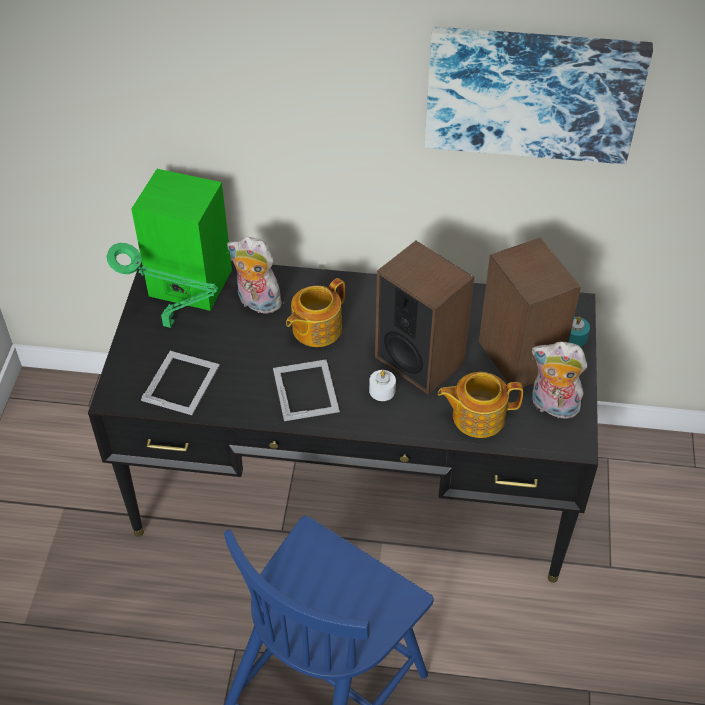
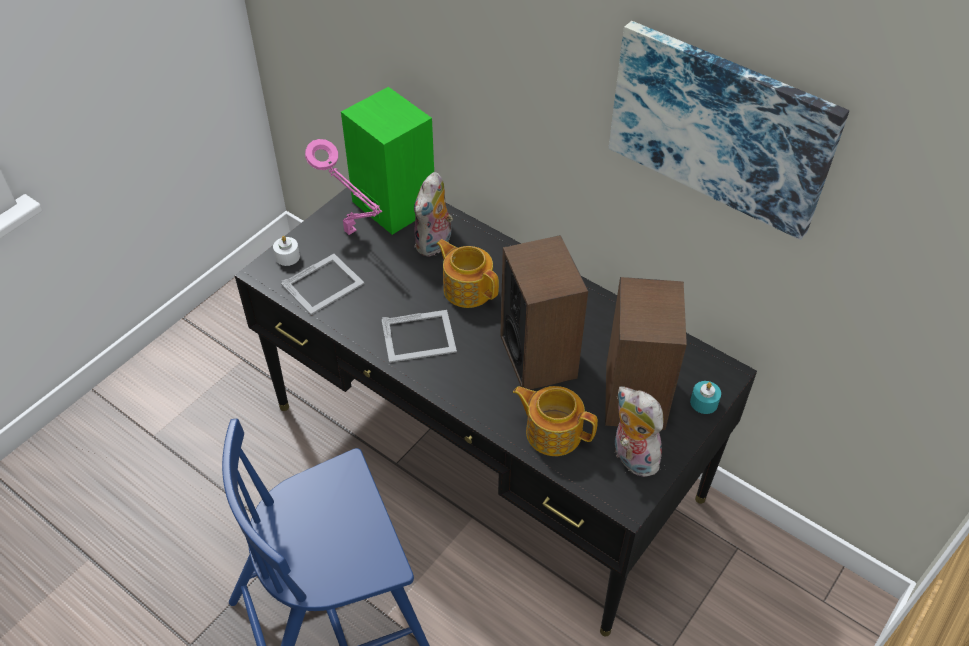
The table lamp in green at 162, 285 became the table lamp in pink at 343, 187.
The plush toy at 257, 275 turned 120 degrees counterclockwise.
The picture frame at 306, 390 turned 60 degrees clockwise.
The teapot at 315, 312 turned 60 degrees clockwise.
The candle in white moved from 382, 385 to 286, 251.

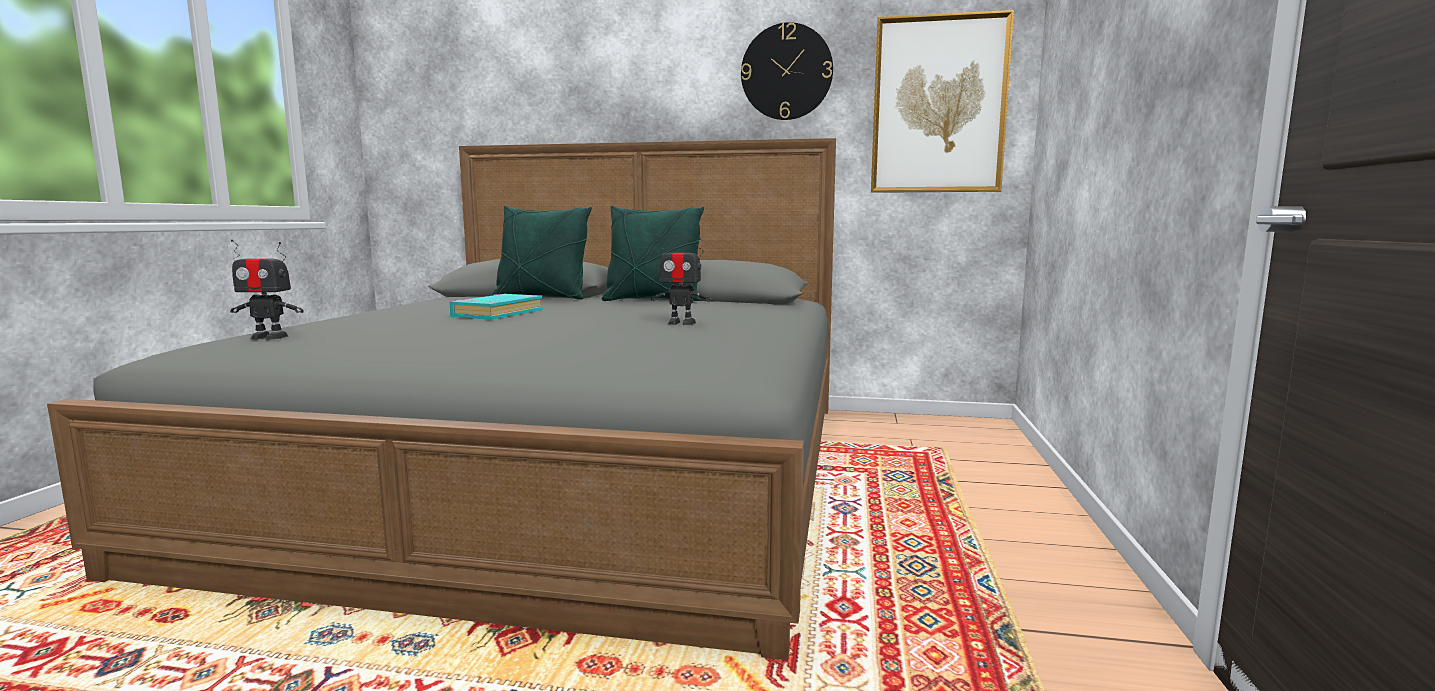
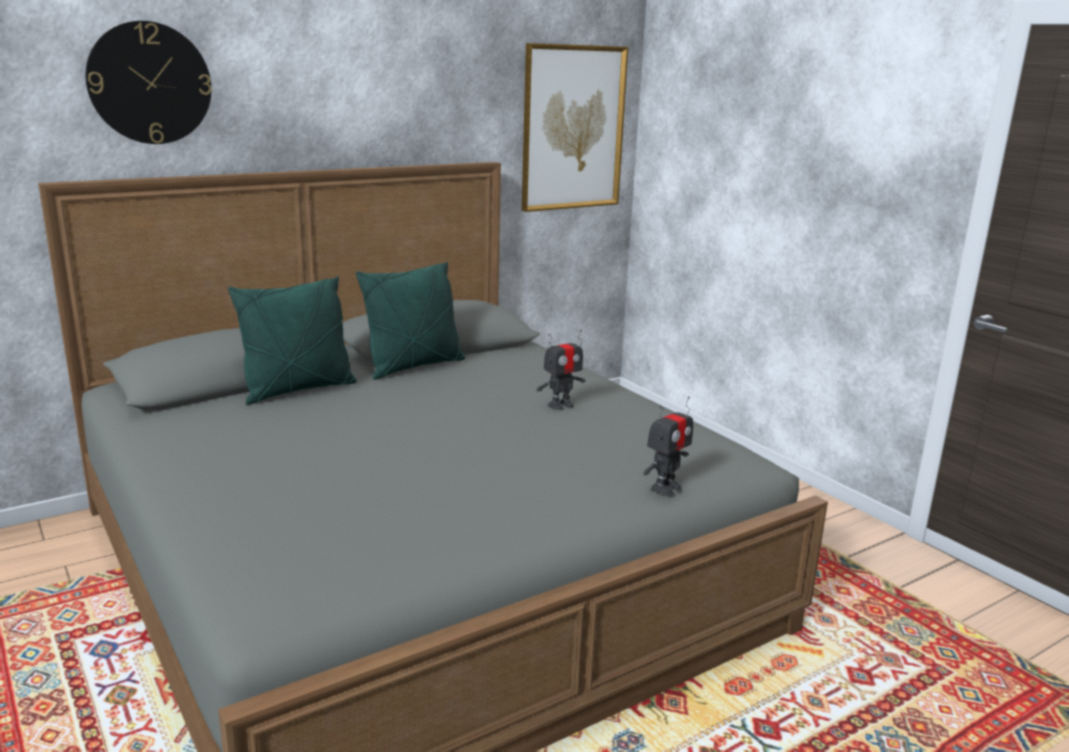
The toy robot moved from 266, 289 to 668, 445.
The book in turquoise at 496, 307 disappeared.
The wall clock moved from 787, 71 to 149, 82.

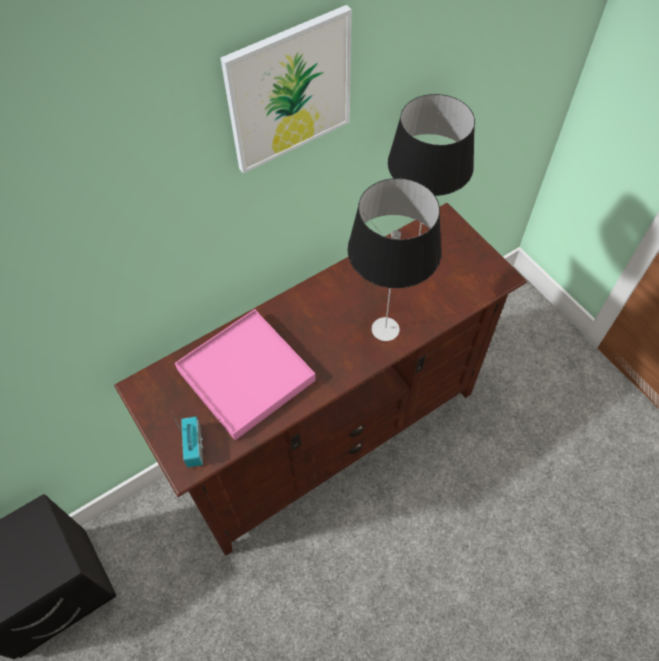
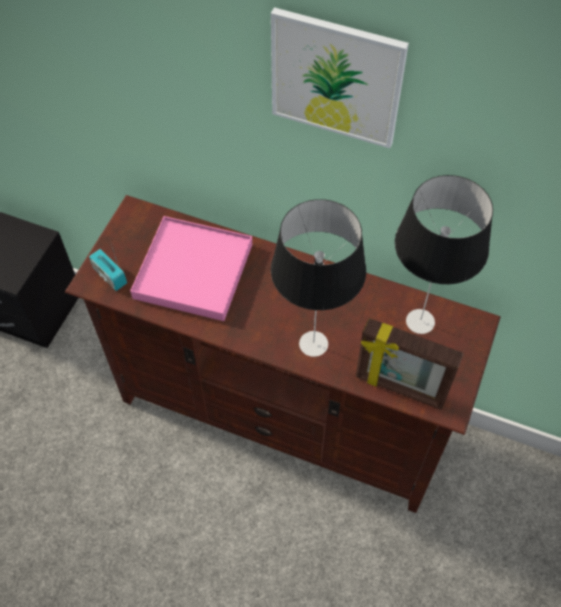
The radio at 188, 442 turned 90 degrees clockwise.
The picture frame at 409, 364 appeared.

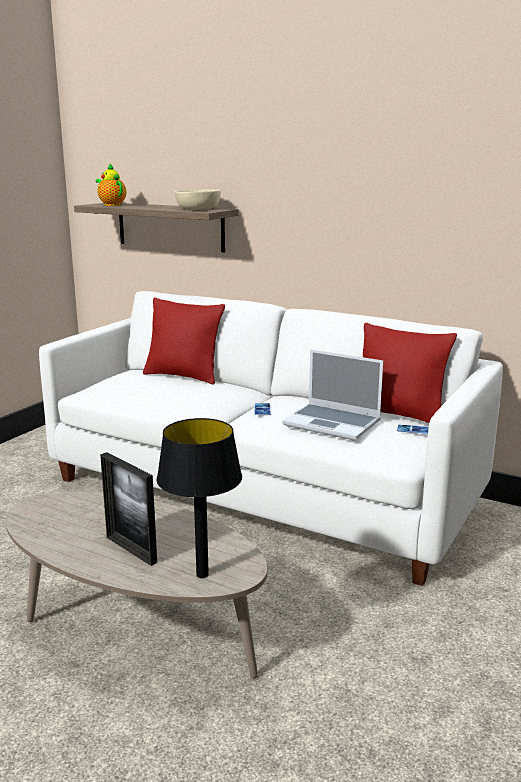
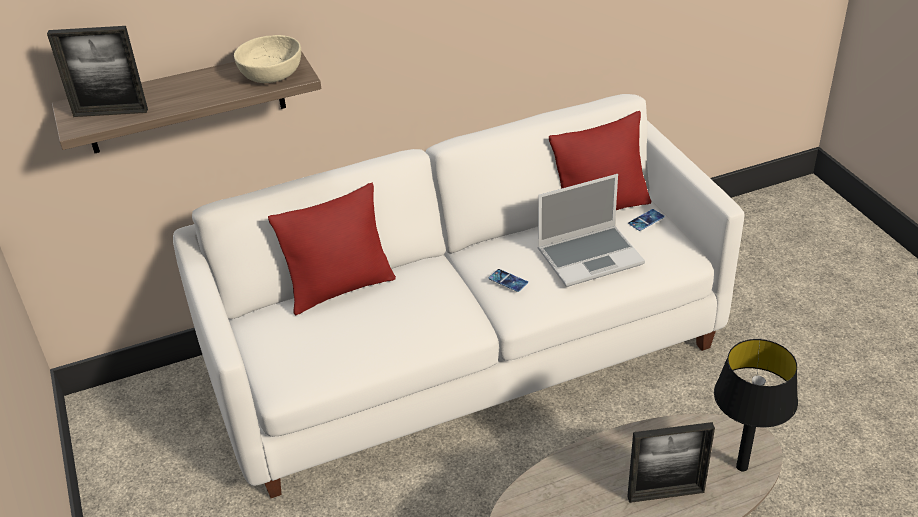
The teapot at 110, 185 was replaced by the picture frame at 97, 71.

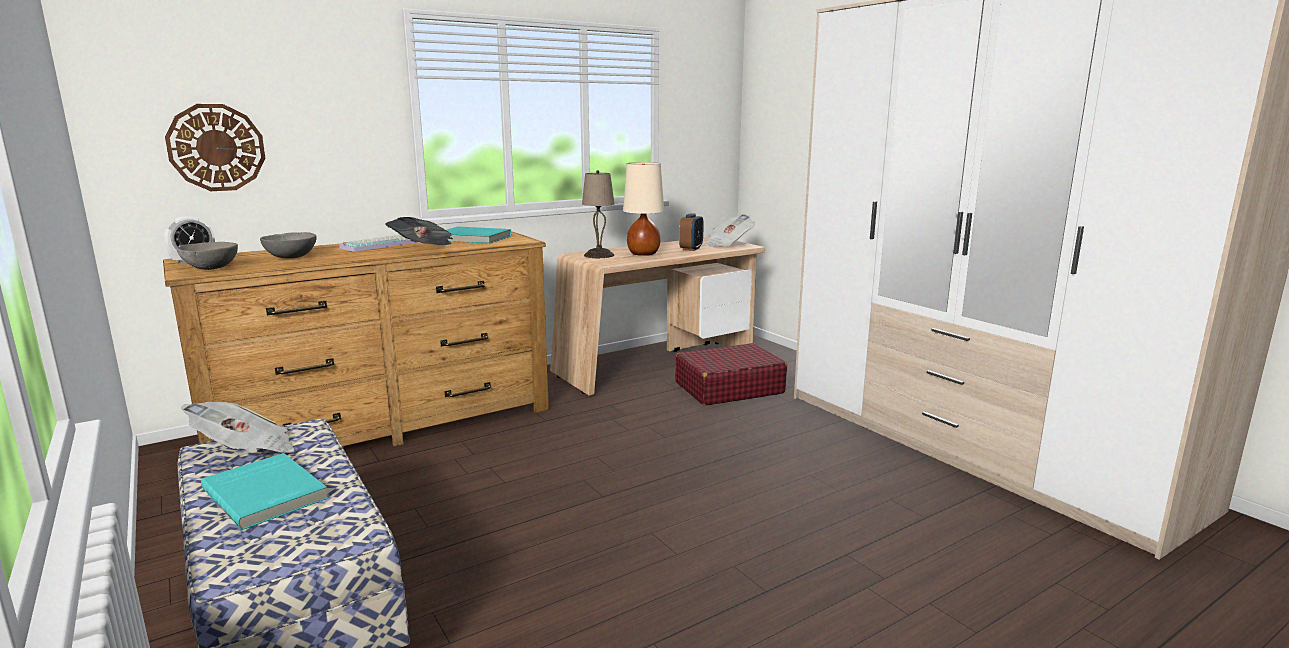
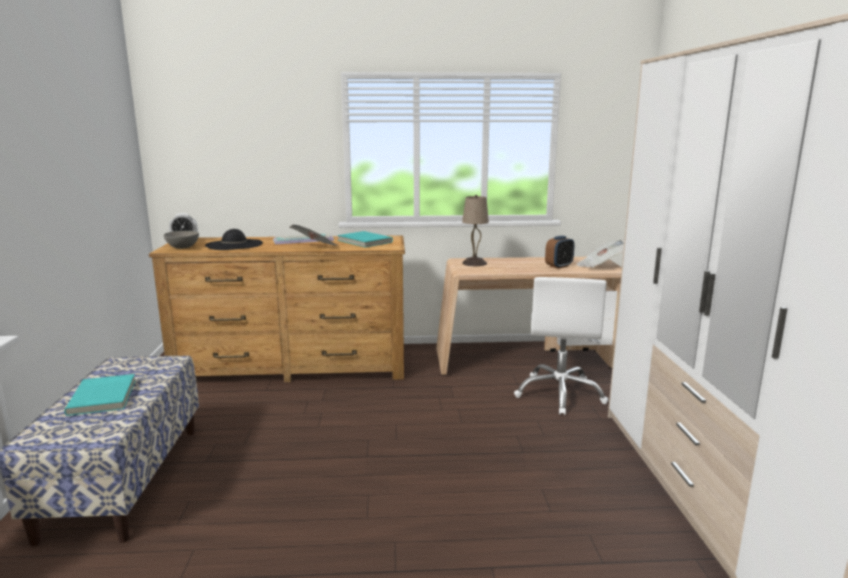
The wall clock at 215, 147 disappeared.
The newspaper at 238, 427 disappeared.
The bowl in grey at 288, 245 was replaced by the hat in black at 234, 239.
The table lamp in beige at 643, 209 disappeared.
The suitcase in red at 731, 374 was replaced by the office chair in white at 561, 346.

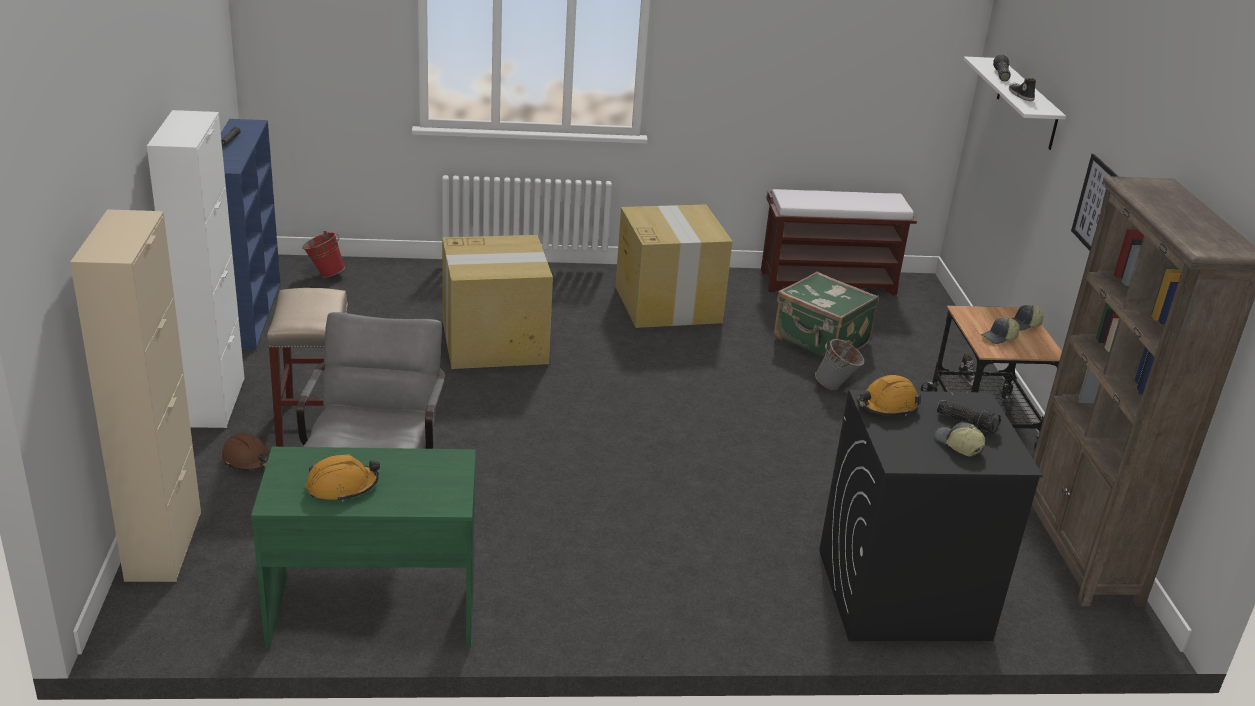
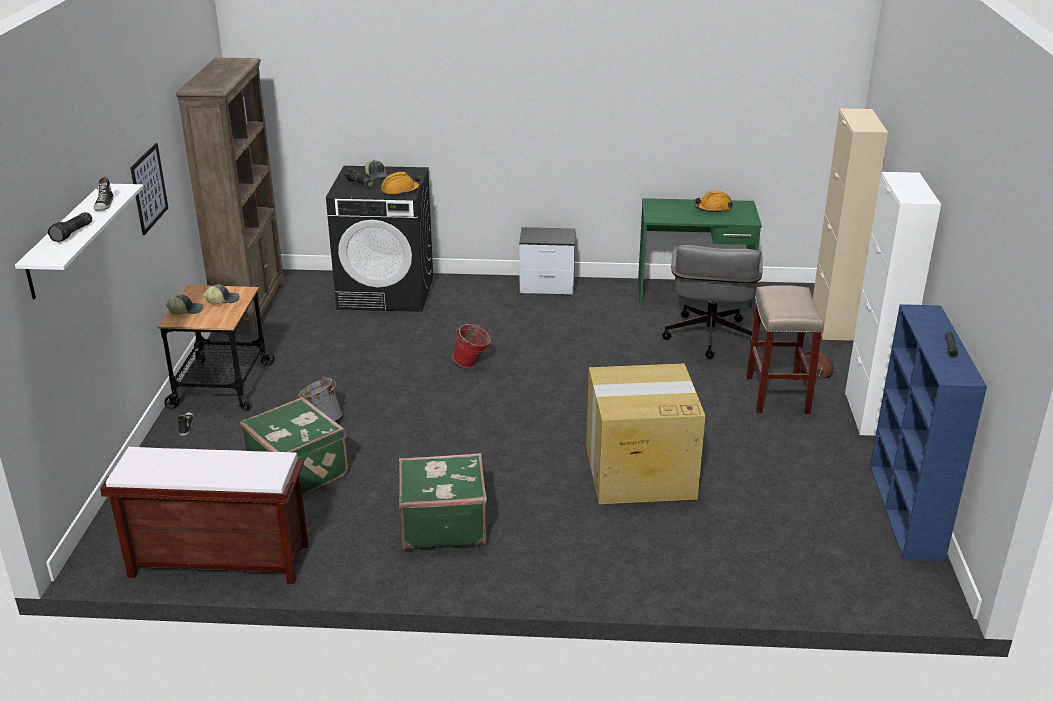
The bucket in red moved from 323, 254 to 472, 346.
The cardboard box at 674, 266 was replaced by the suitcase in green at 443, 502.
The nightstand at 547, 261 appeared.

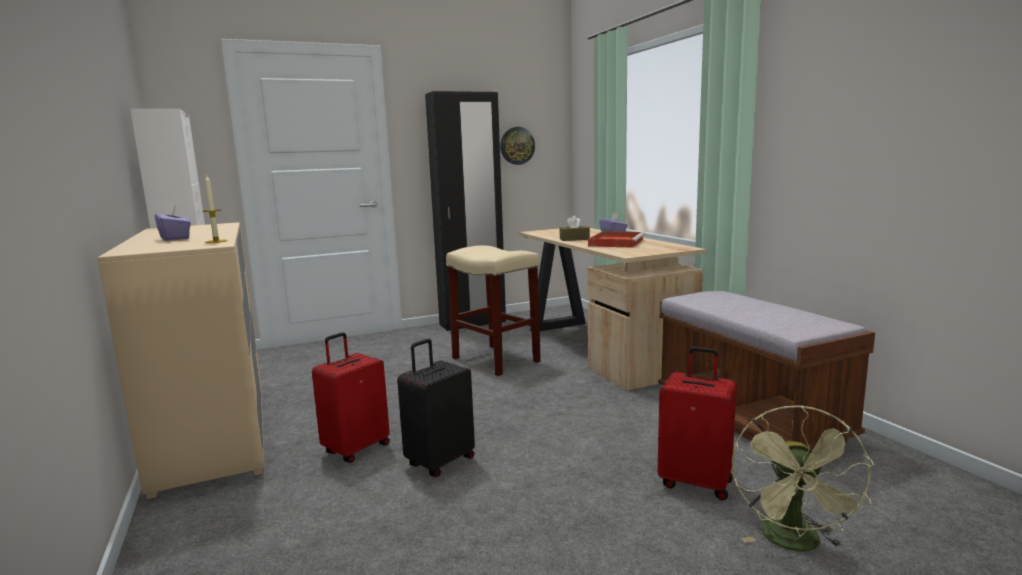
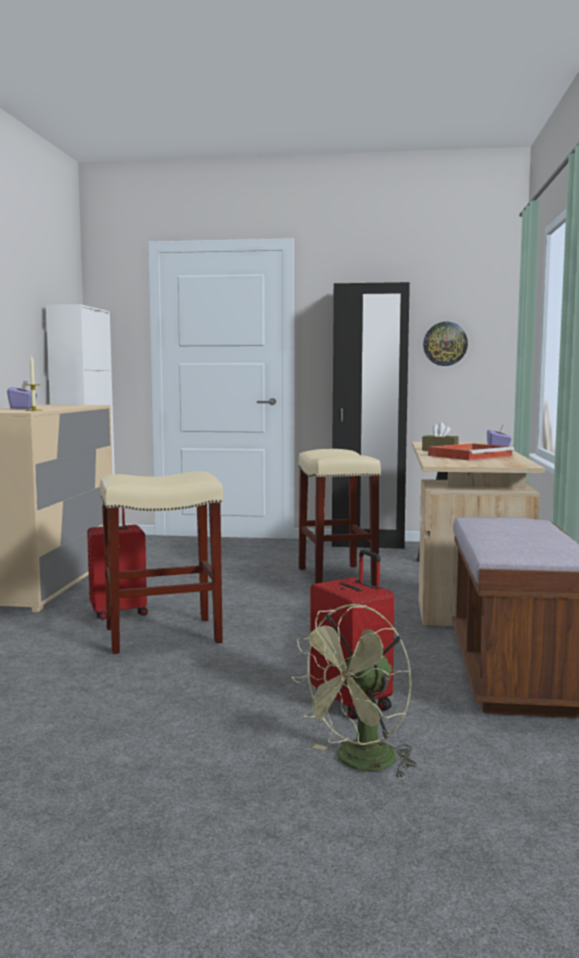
The suitcase in black at 436, 408 was replaced by the stool in beige at 161, 562.

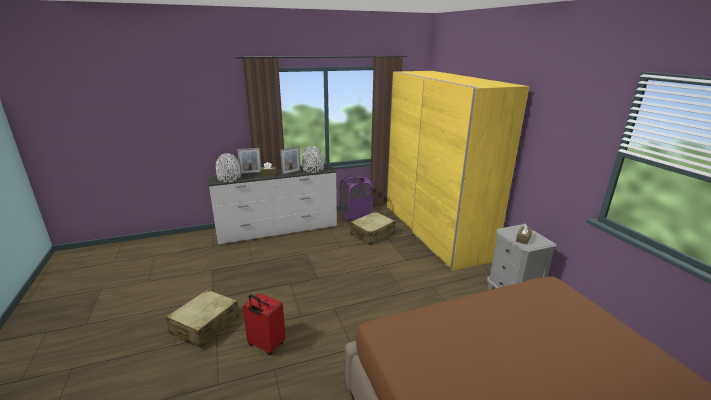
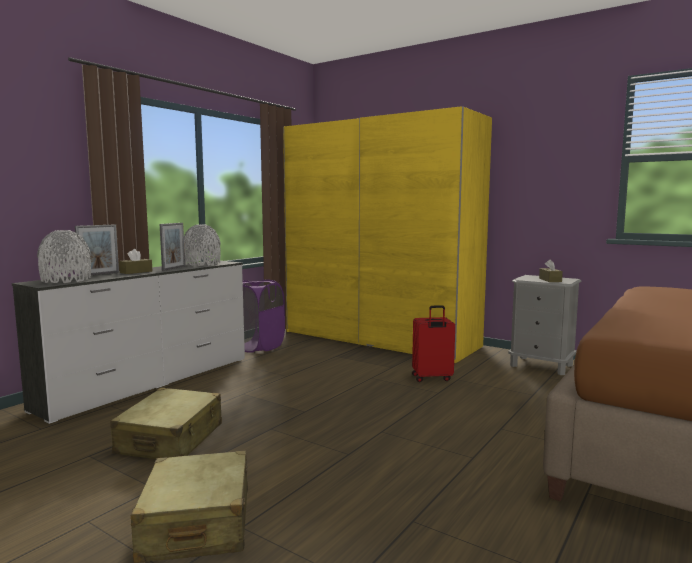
The suitcase in red moved from 264, 324 to 433, 343.
The suitcase in beige moved from 372, 228 to 166, 423.

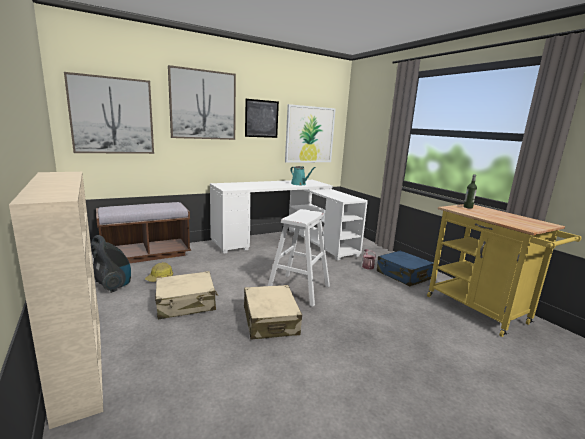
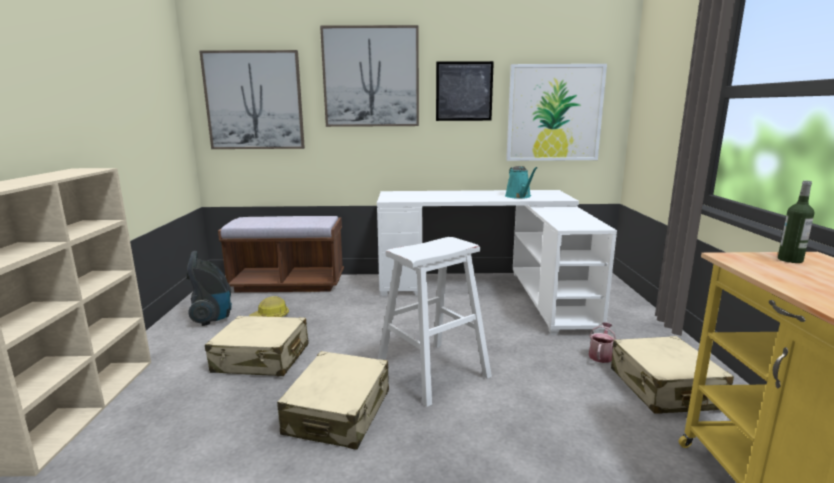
The suitcase in blue at 405, 268 became the suitcase in beige at 672, 375.

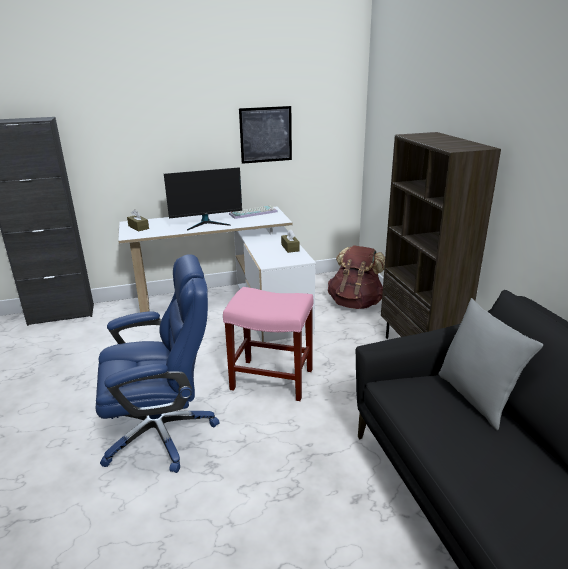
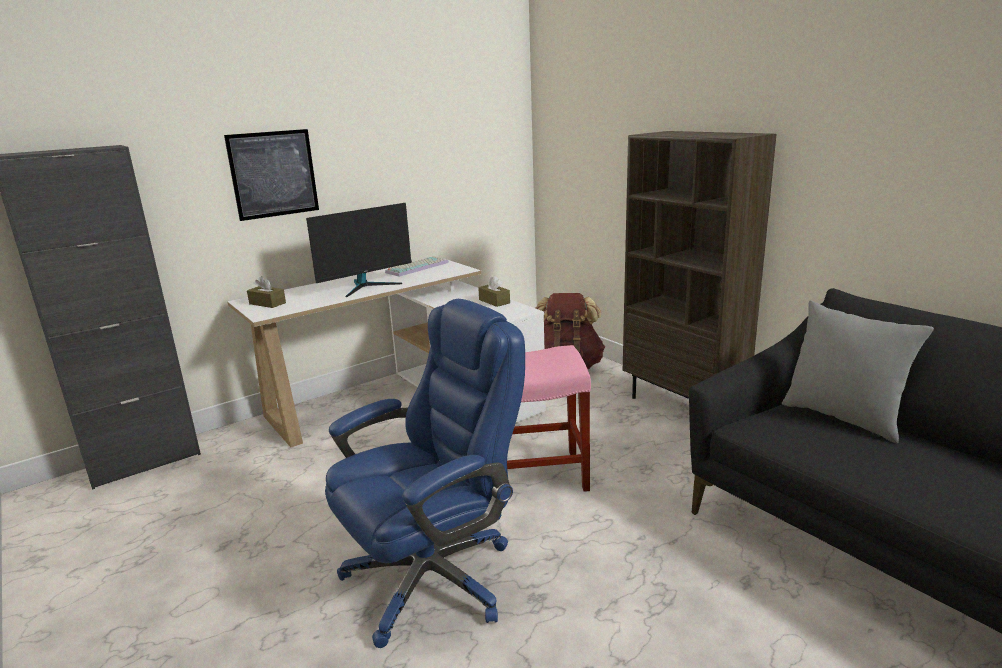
The picture moved from 265, 135 to 271, 175.

